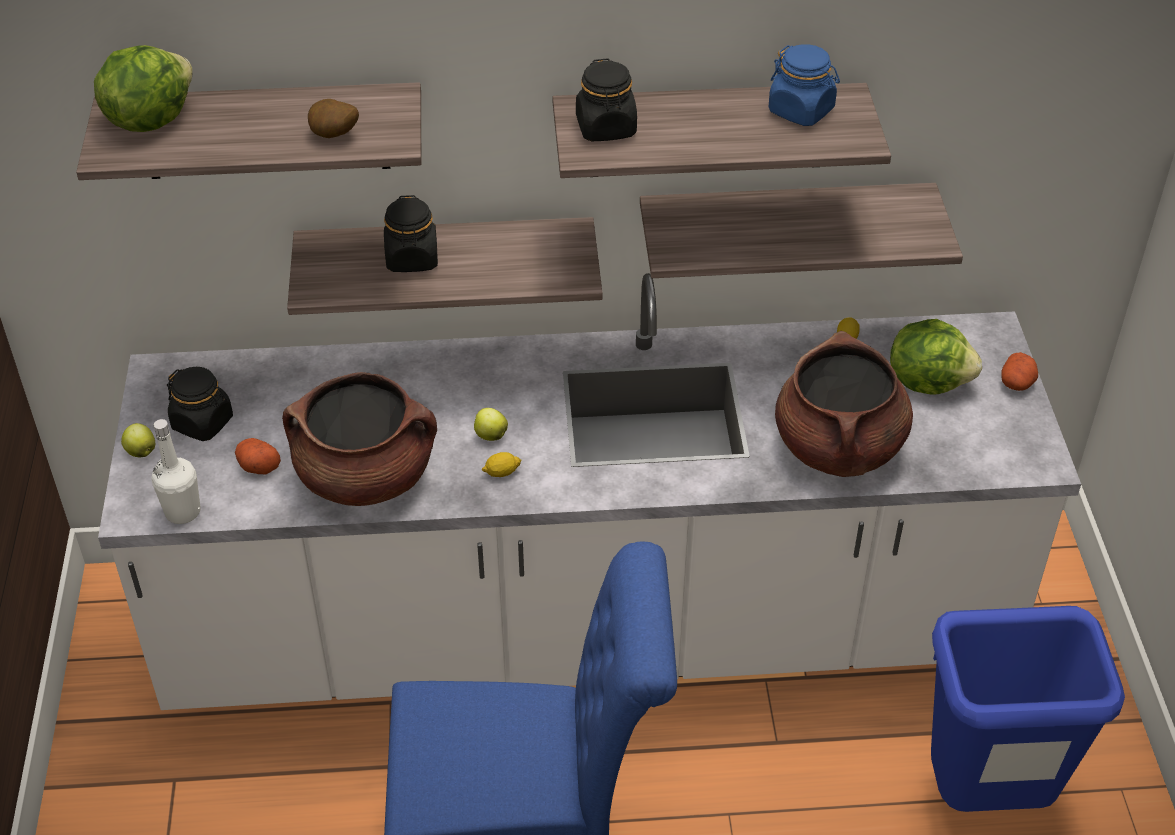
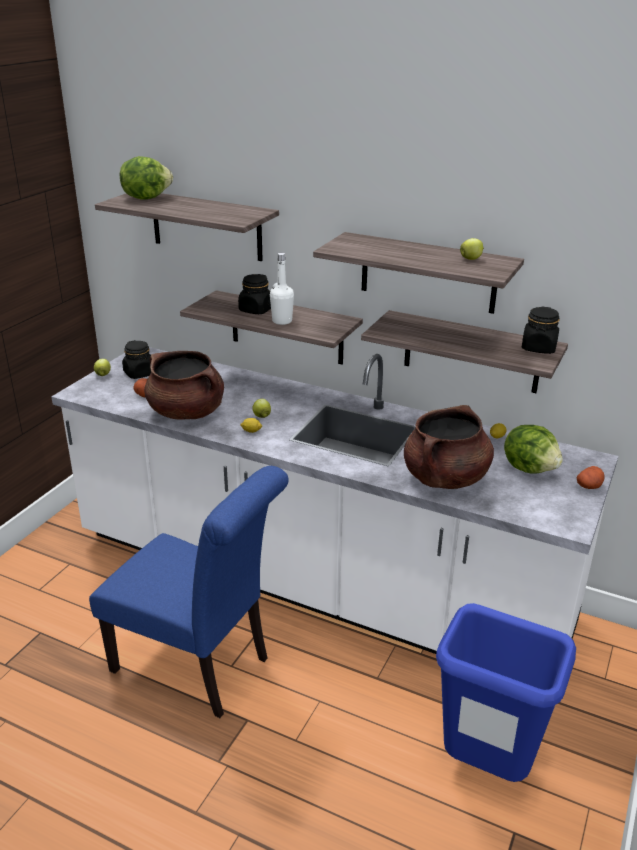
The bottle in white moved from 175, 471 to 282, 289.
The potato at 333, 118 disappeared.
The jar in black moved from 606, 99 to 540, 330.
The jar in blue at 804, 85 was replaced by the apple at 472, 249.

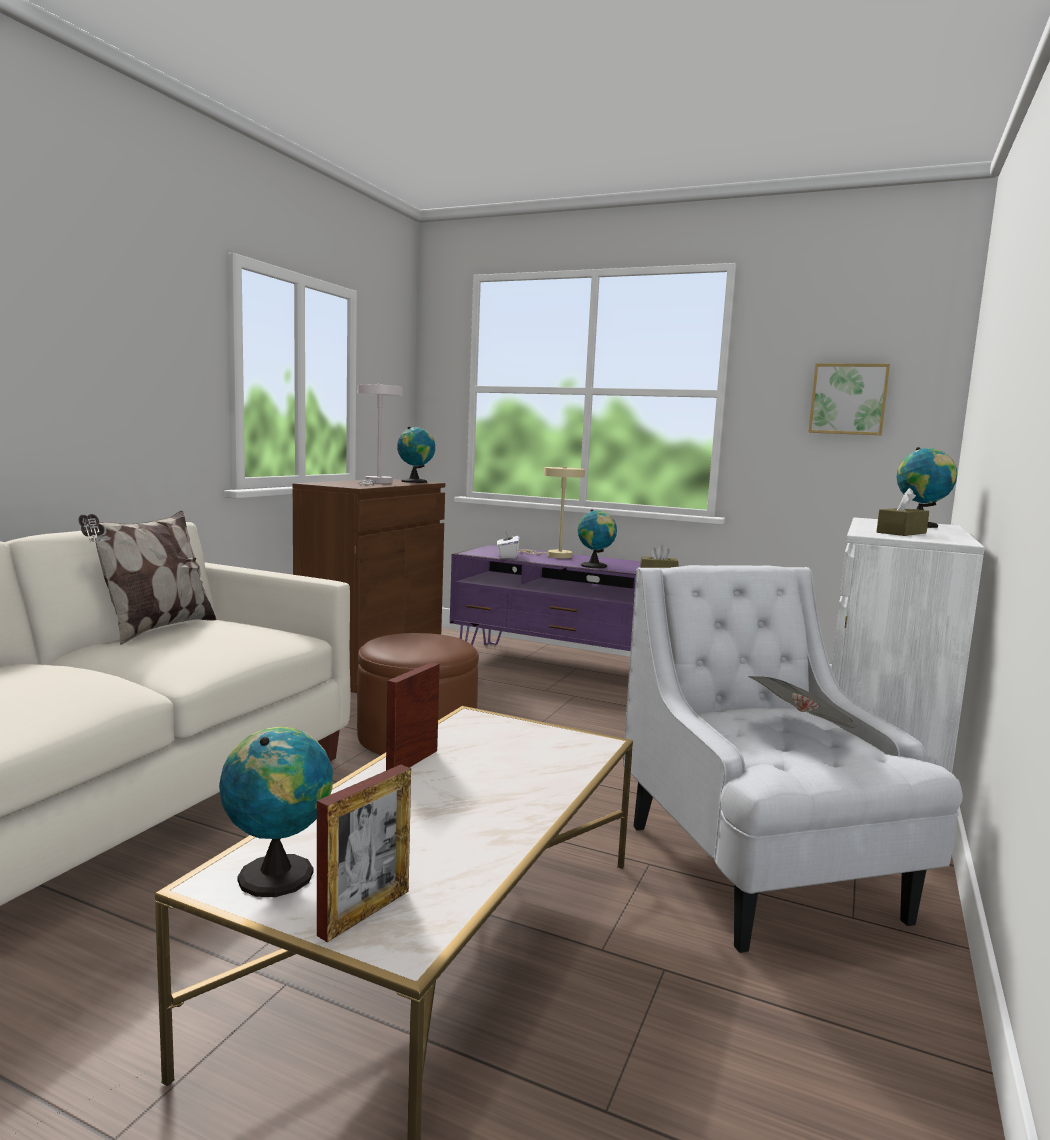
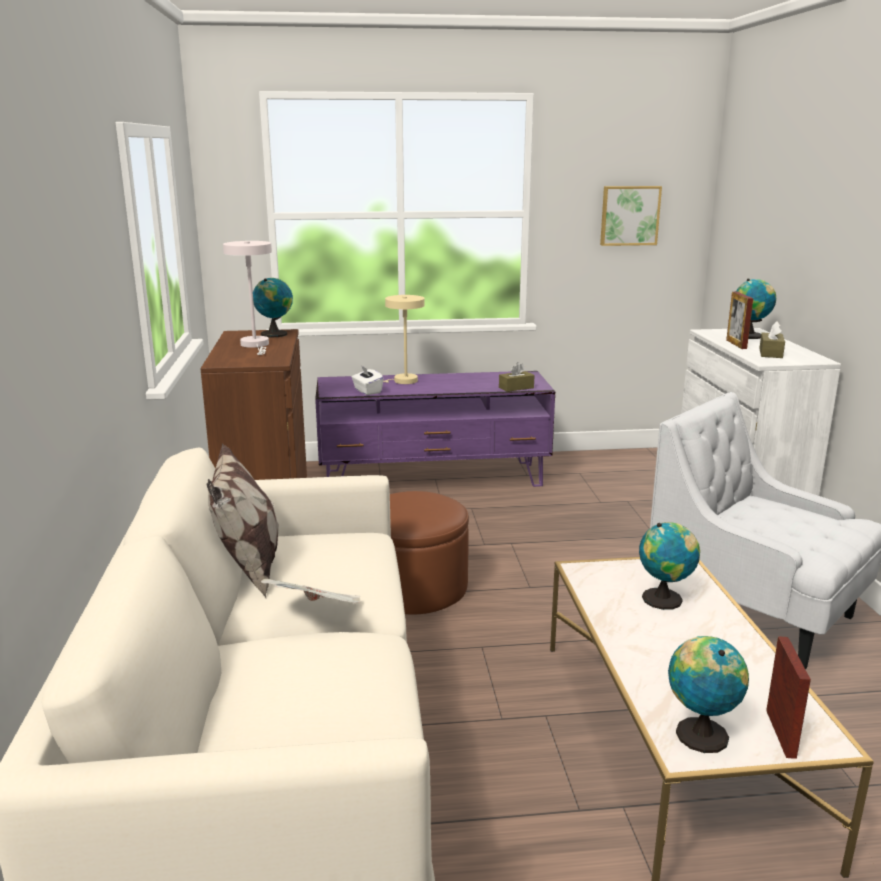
The picture frame moved from 413, 716 to 739, 320.
The globe moved from 597, 538 to 669, 566.
The newspaper moved from 802, 702 to 310, 591.

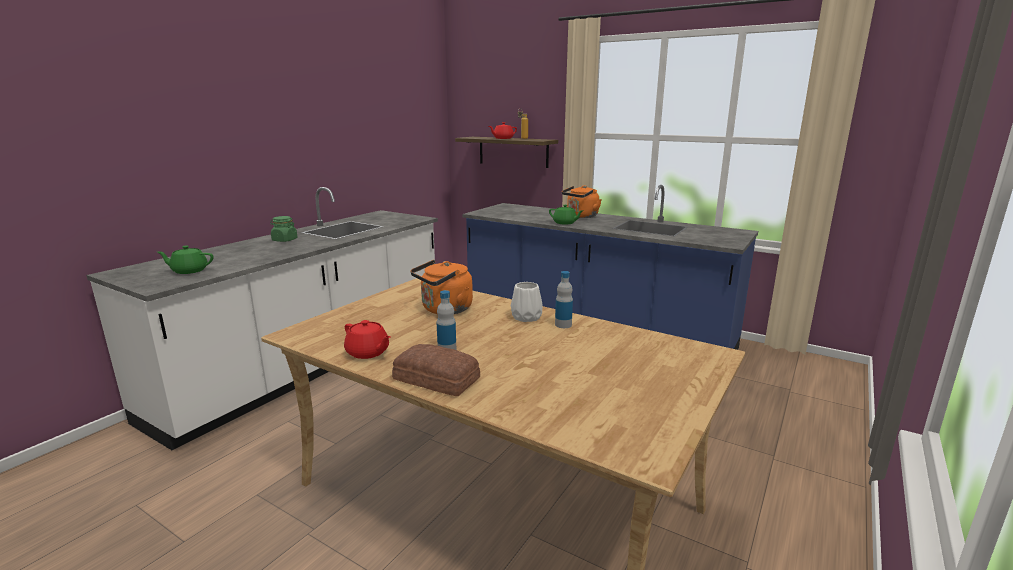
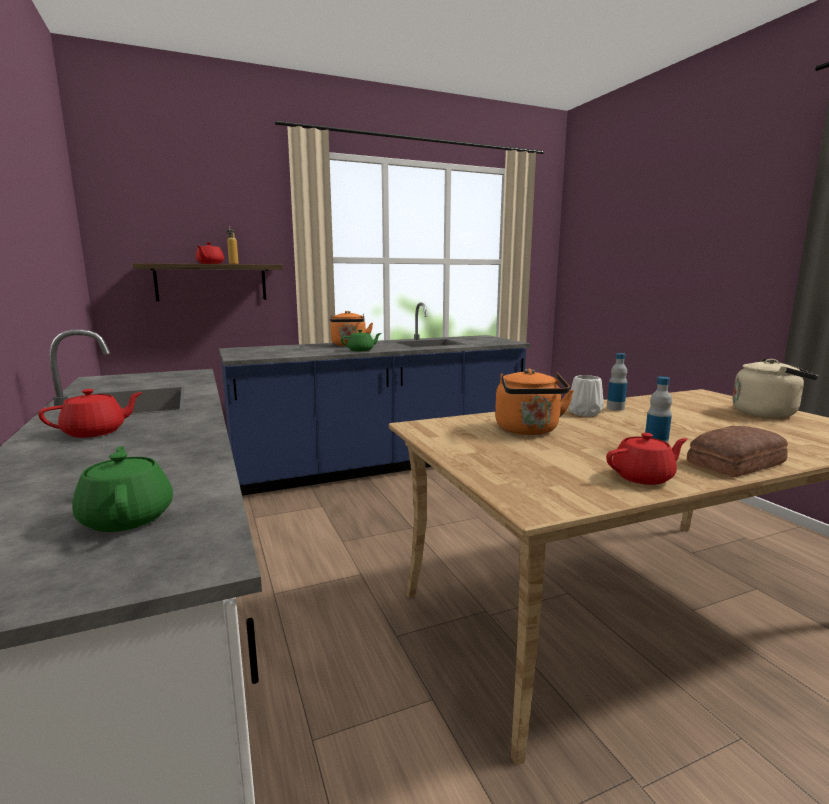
The teapot in green at 185, 259 turned 120 degrees clockwise.
The jar in green at 284, 229 was replaced by the teapot in red at 90, 413.
The kettle in beige at 775, 388 appeared.

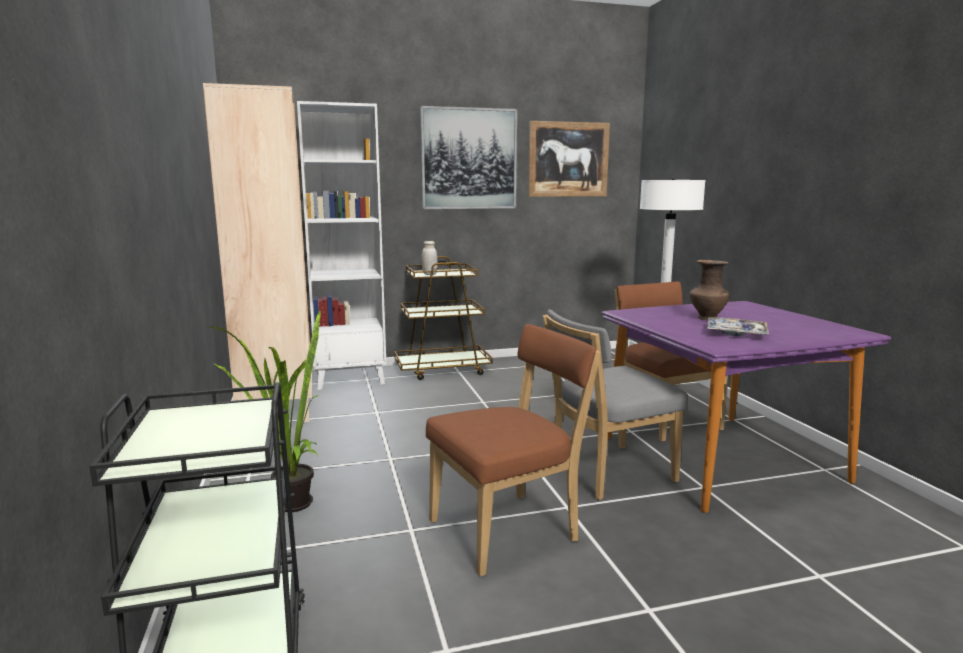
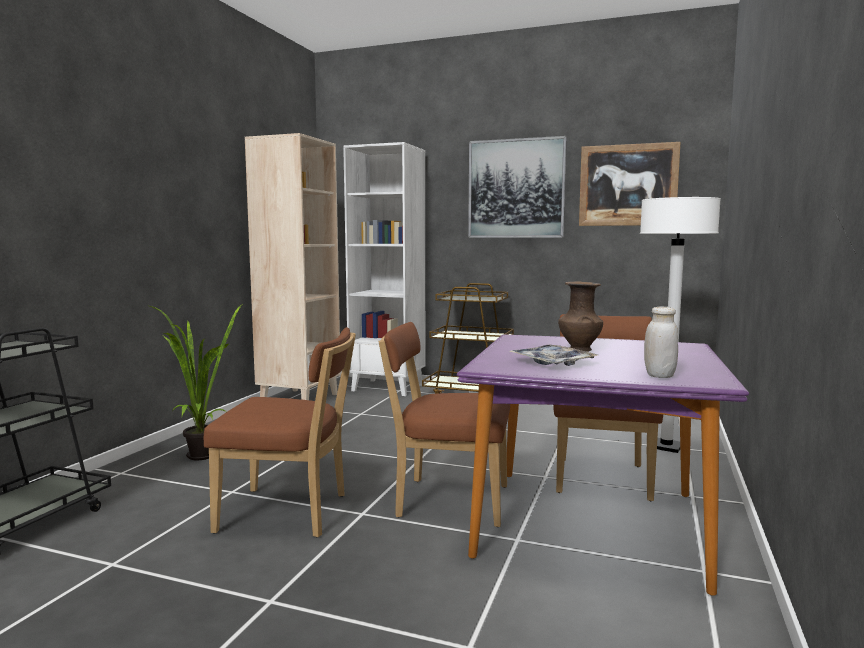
The jar in white moved from 430, 258 to 661, 342.
The chair in grey at 615, 404 became the chair in brown at 444, 424.

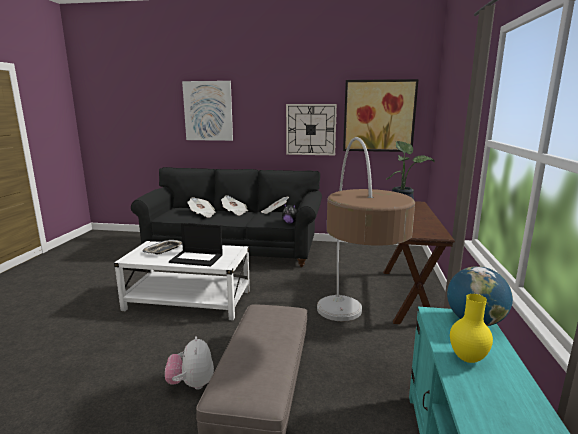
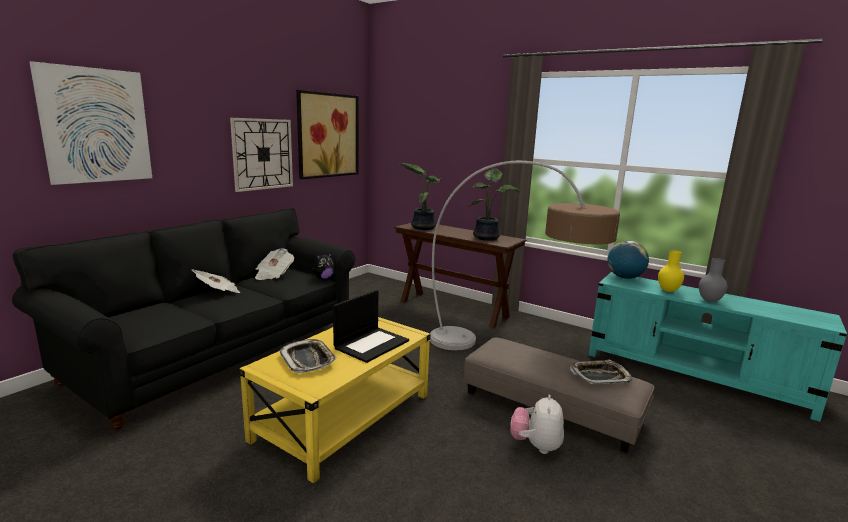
The coffee table in white at 182, 280 became the coffee table in yellow at 335, 400.
The plush toy at 189, 363 turned 90 degrees clockwise.
The newspaper at 202, 208 disappeared.
The potted plant at 494, 204 appeared.
The tray at 601, 372 appeared.
The vase in grey at 713, 280 appeared.

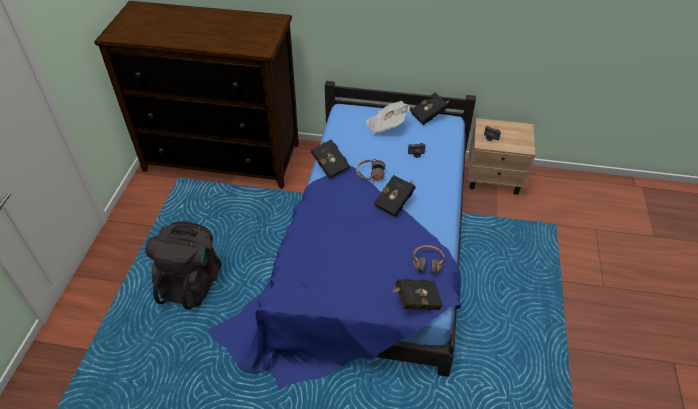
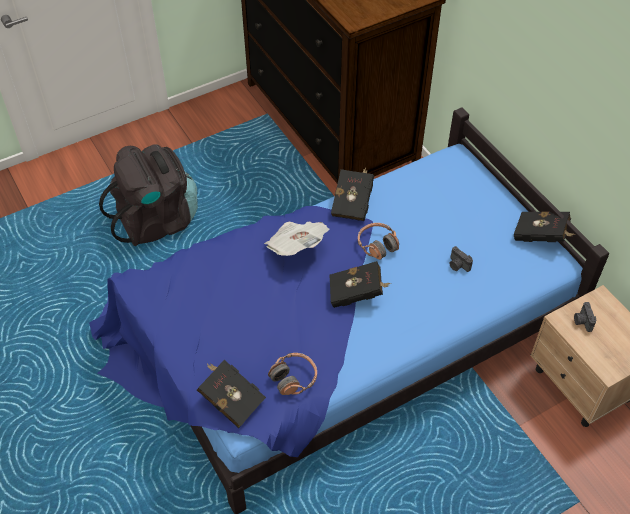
The newspaper moved from 388, 117 to 296, 238.

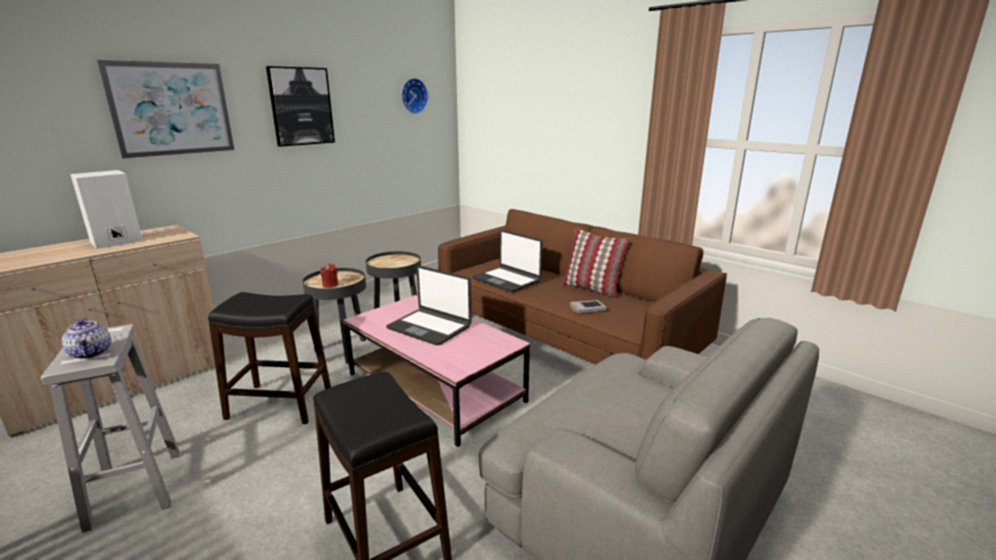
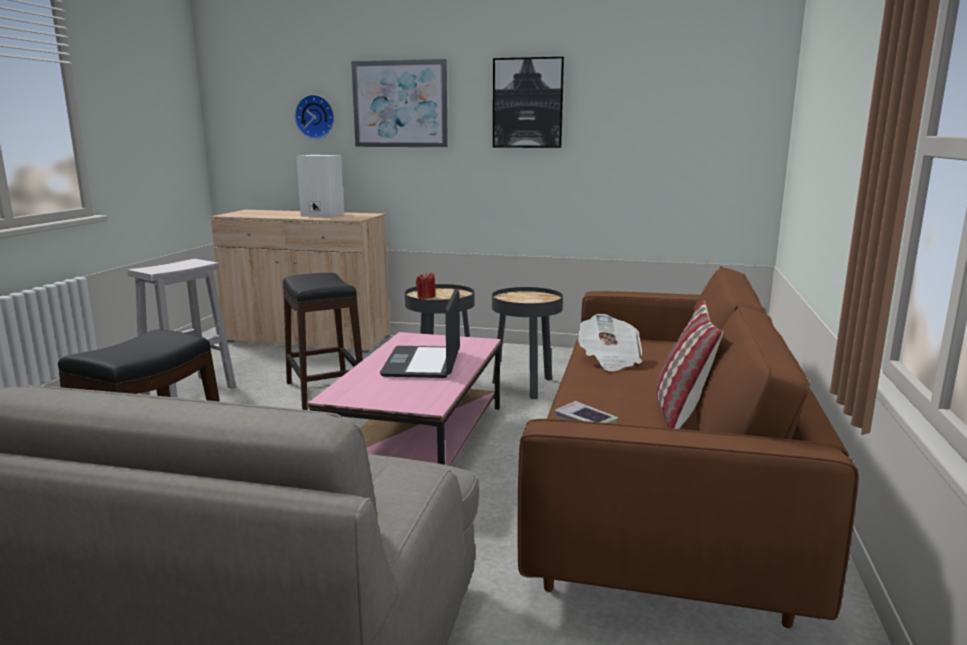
The teapot at 86, 338 disappeared.
The wall clock moved from 414, 96 to 314, 116.
The laptop at 507, 261 was replaced by the newspaper at 609, 343.

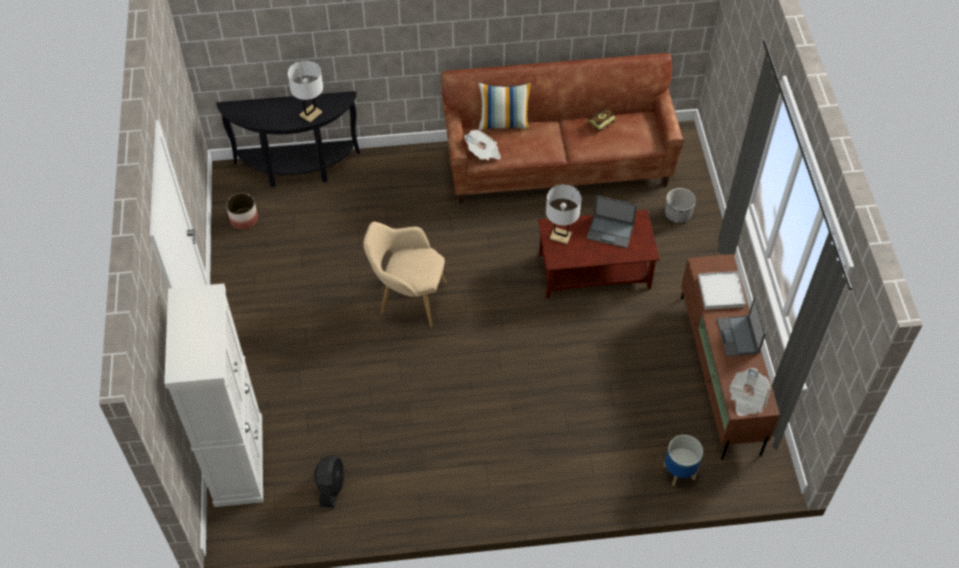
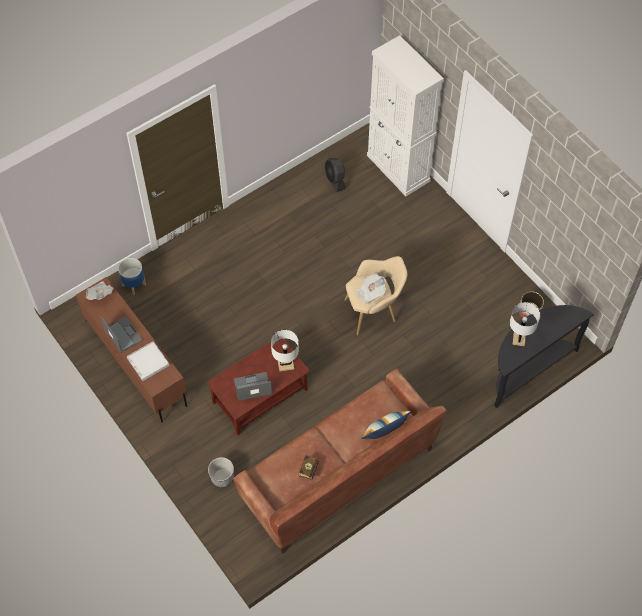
The newspaper moved from 482, 145 to 370, 289.

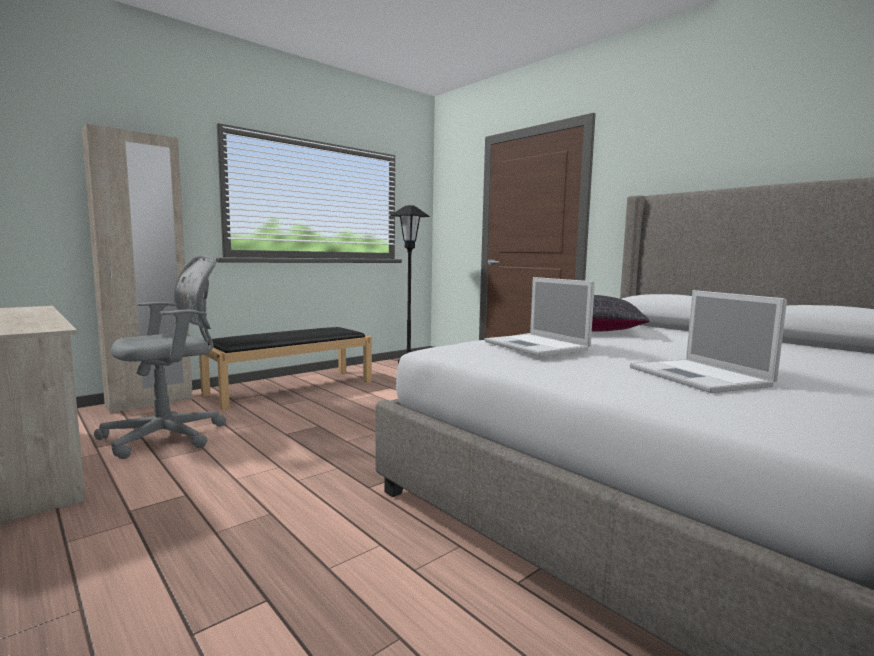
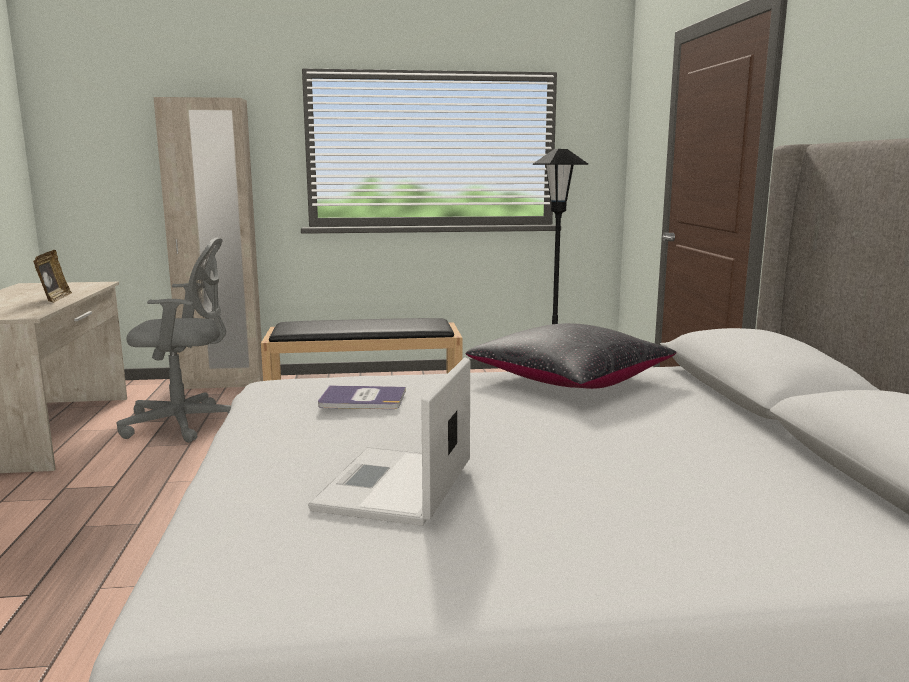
The laptop at 540, 316 was replaced by the book at 362, 397.
The picture frame at 52, 276 appeared.

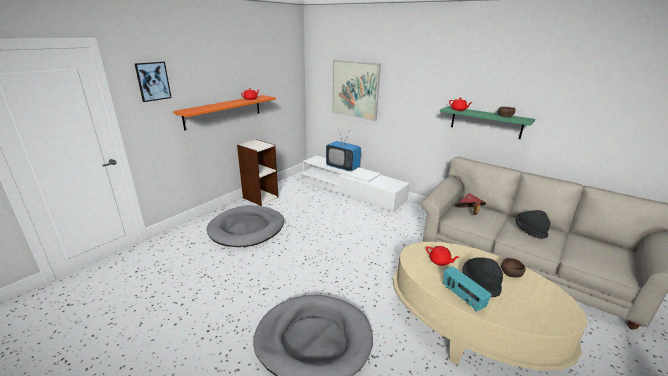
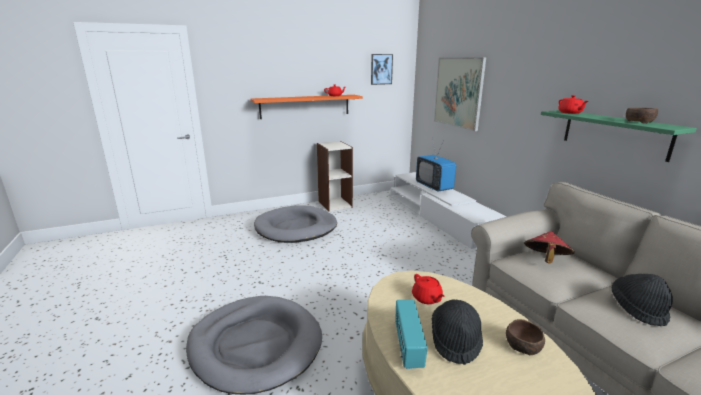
The picture moved from 153, 82 to 382, 69.

